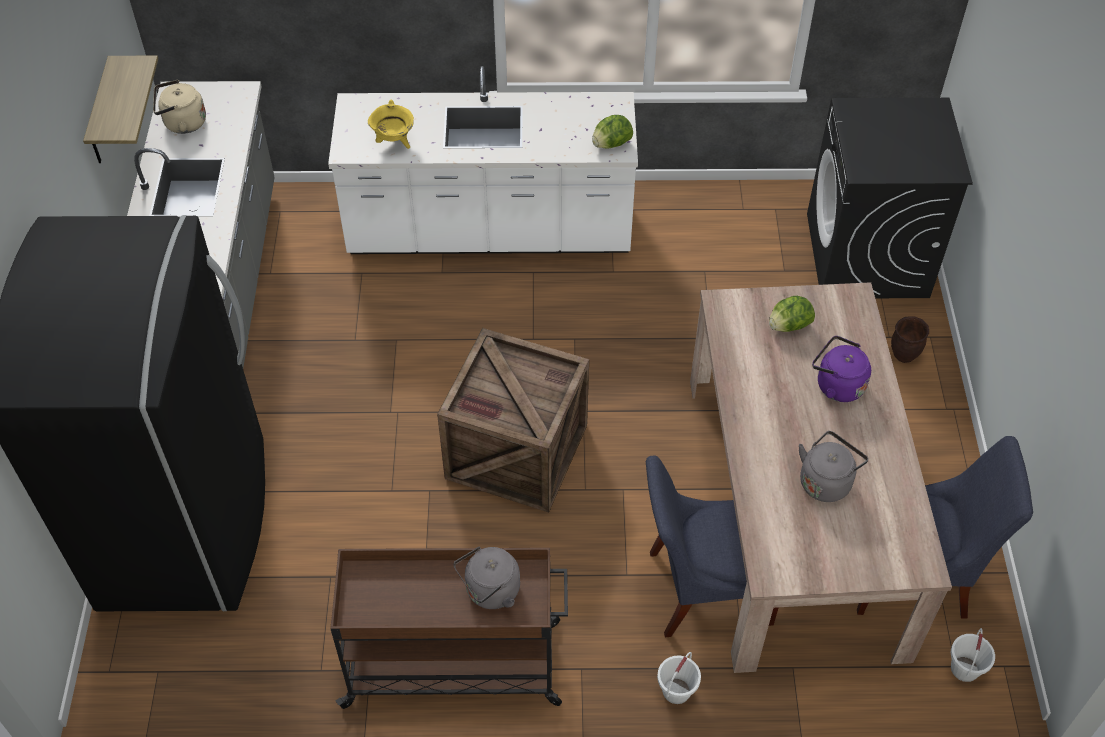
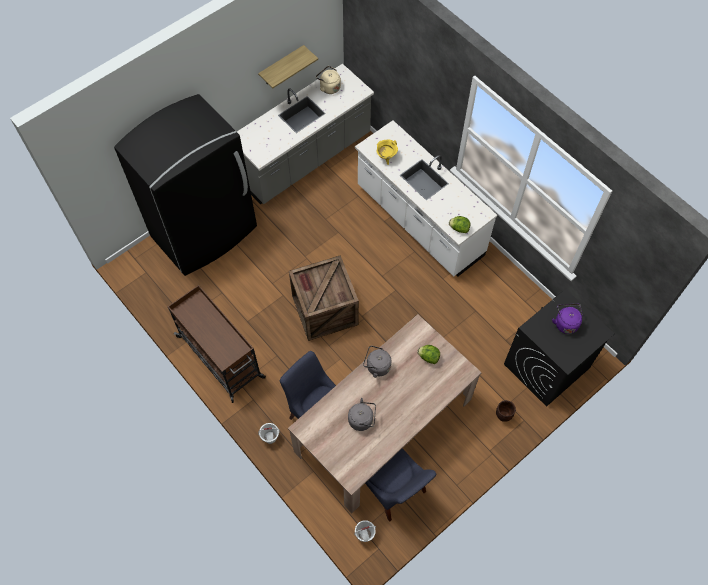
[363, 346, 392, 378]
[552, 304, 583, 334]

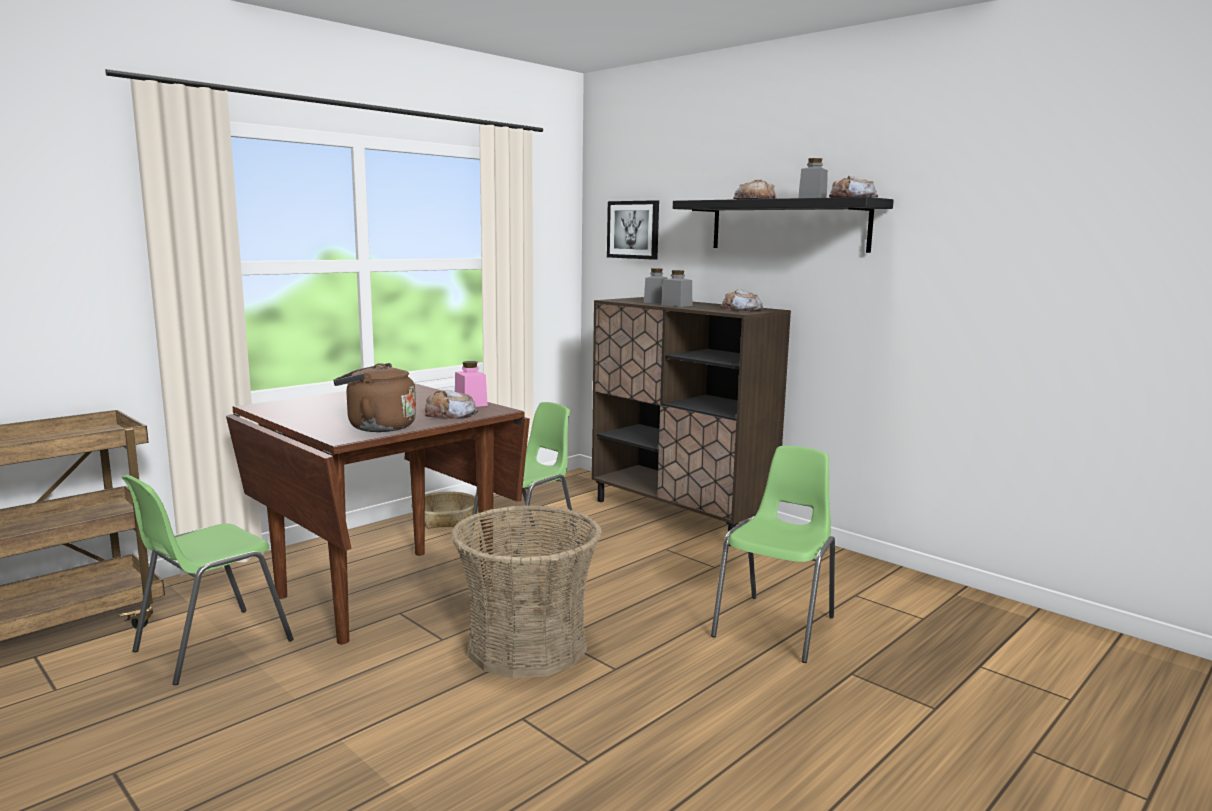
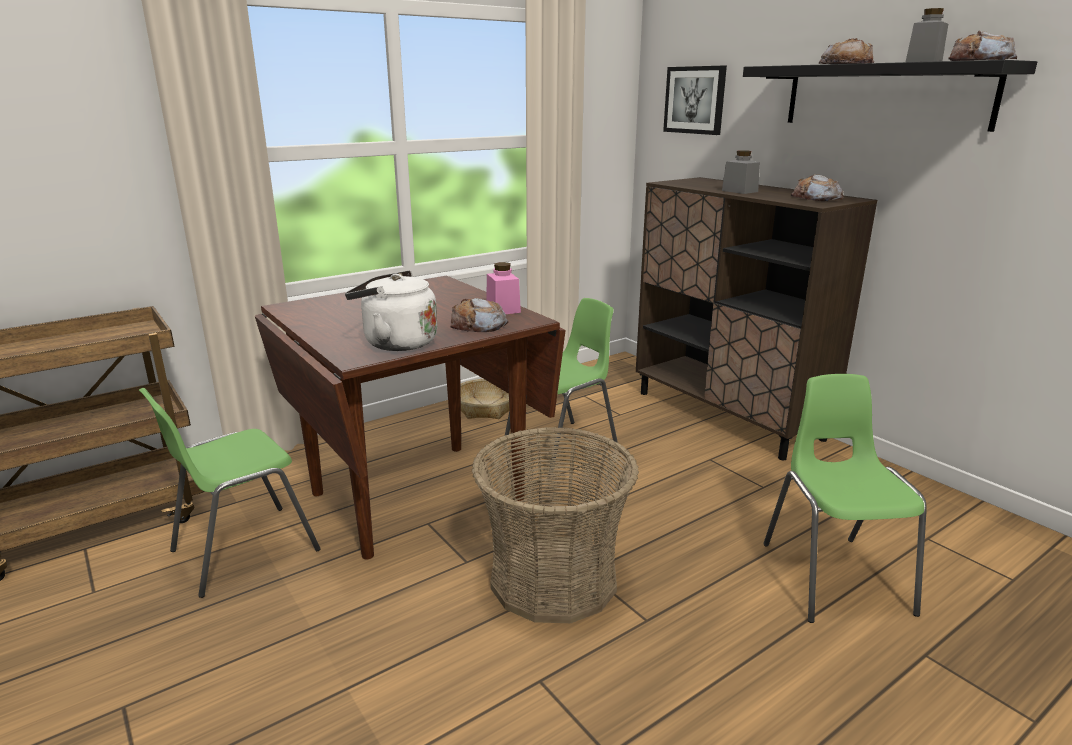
[345, 271, 438, 351]
[763, 374, 927, 623]
[644, 268, 668, 303] (first image)

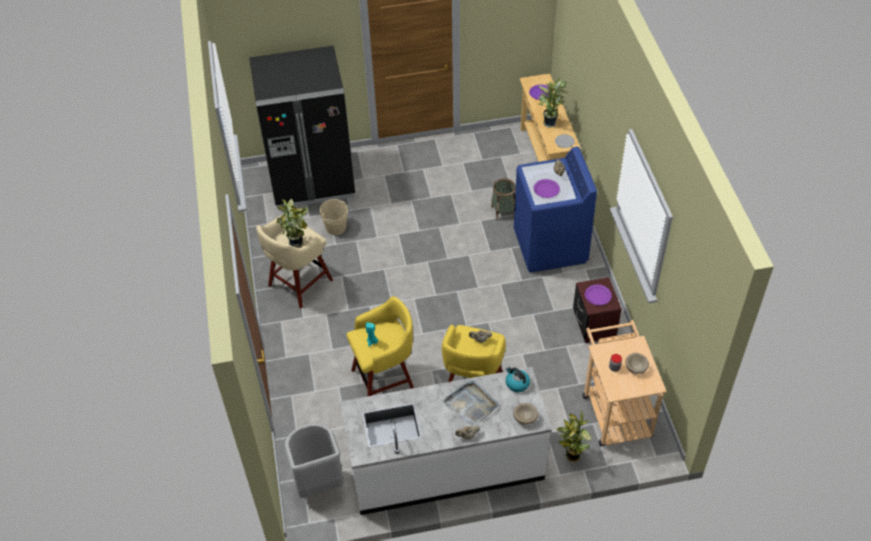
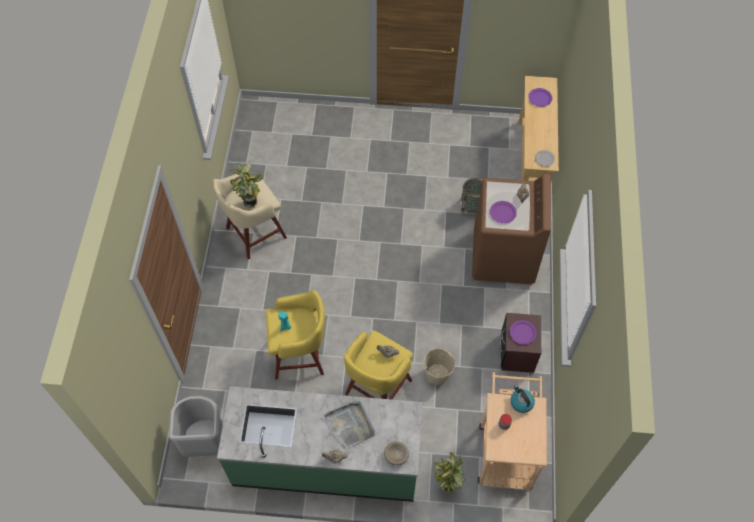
[217, 386, 423, 502]
[423, 348, 455, 385]
[472, 174, 551, 284]
[510, 385, 535, 413]
[249, 46, 355, 209] (first image)
[538, 78, 569, 127] (first image)
[625, 353, 649, 374] (first image)

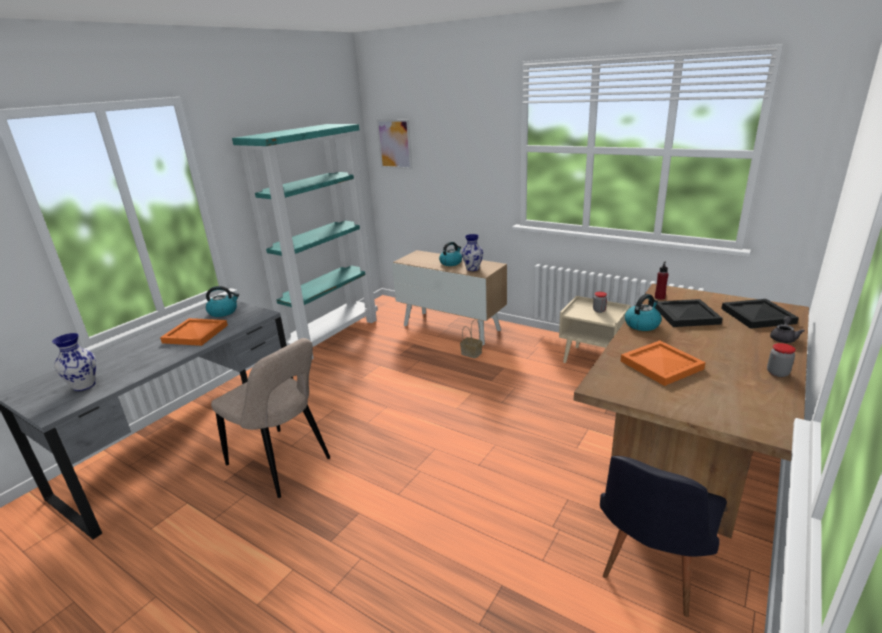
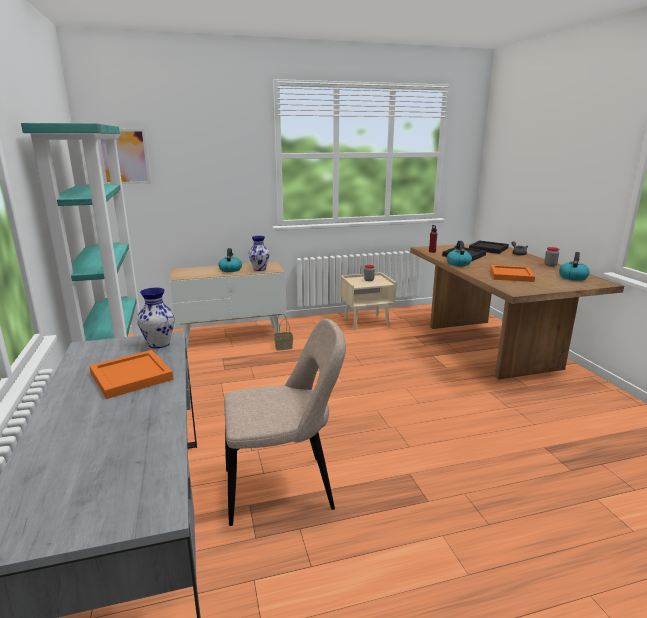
[137, 288, 175, 348]
[559, 252, 590, 281]
[600, 456, 727, 617] (first image)

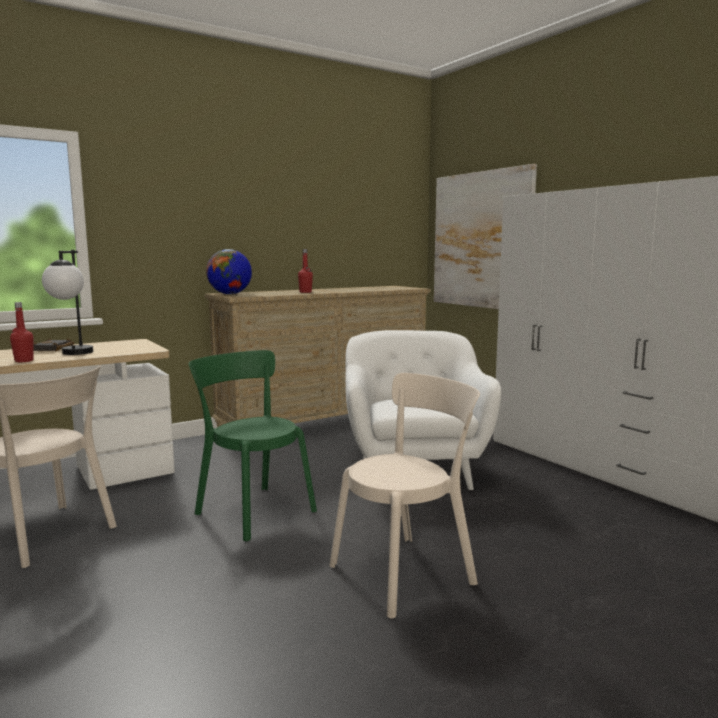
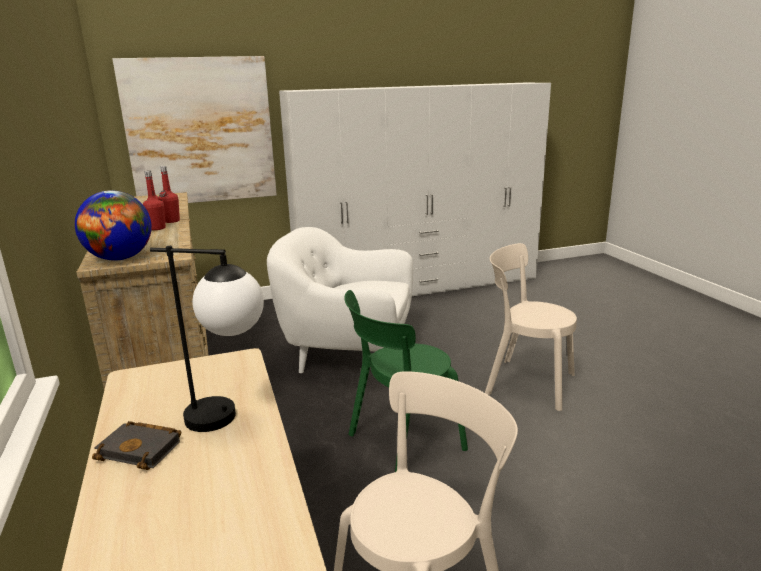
[159, 166, 180, 223]
[485, 243, 577, 411]

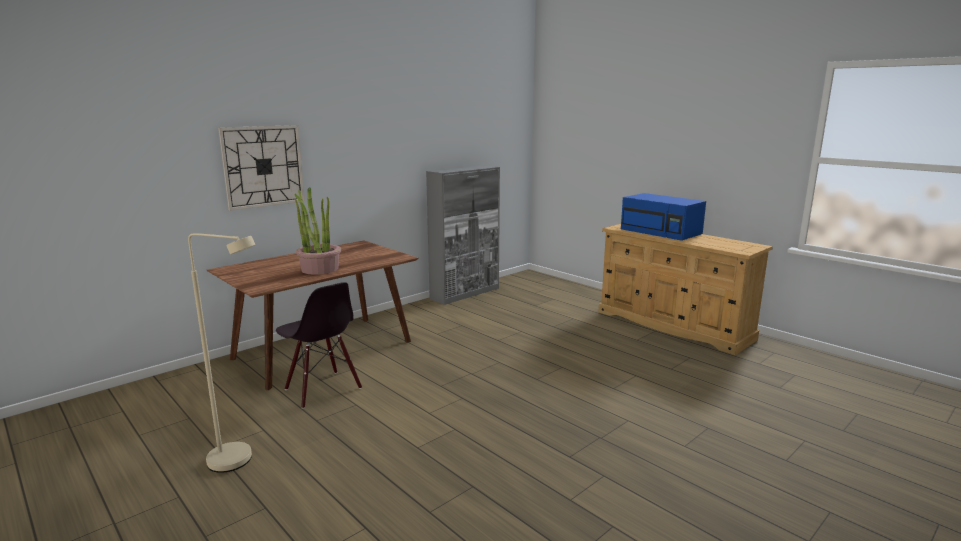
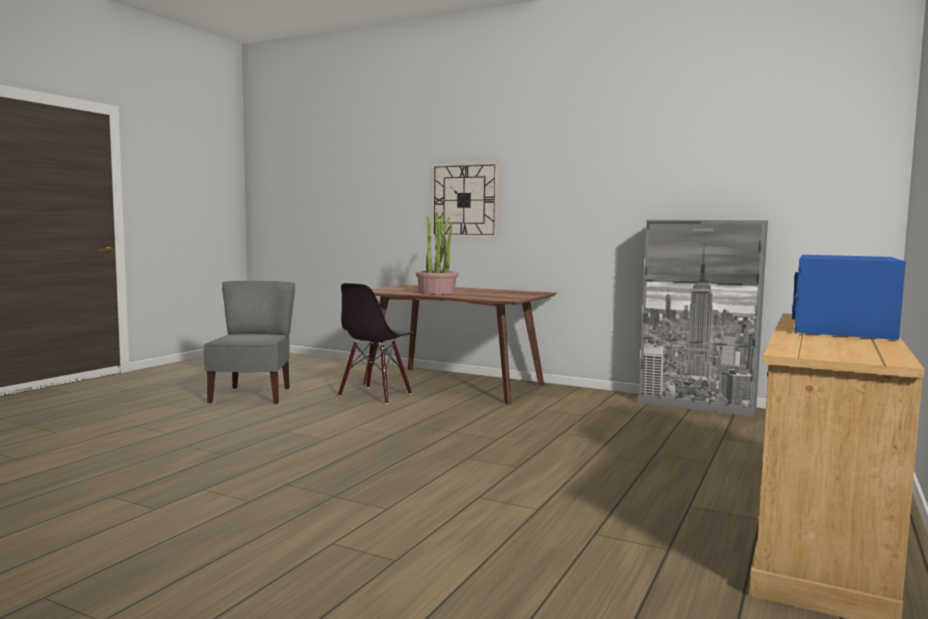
[204, 281, 295, 404]

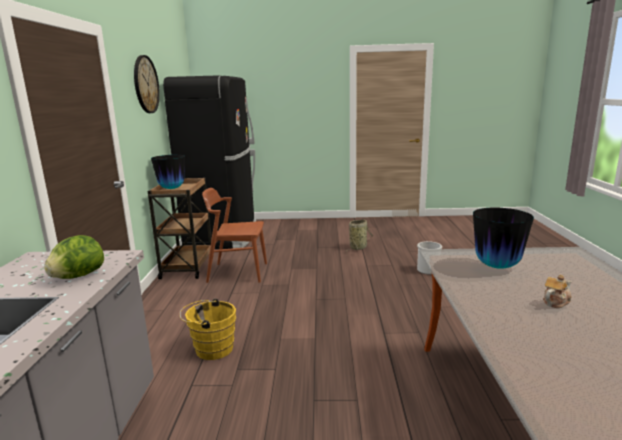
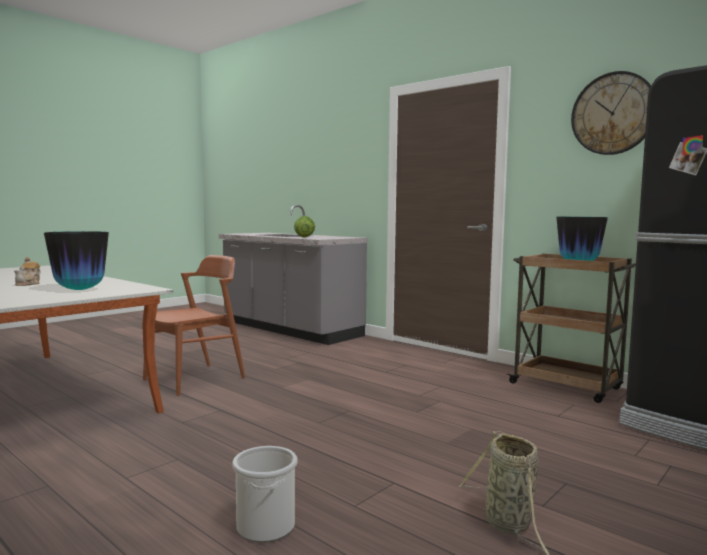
[143, 255, 245, 396]
[180, 298, 236, 360] (first image)

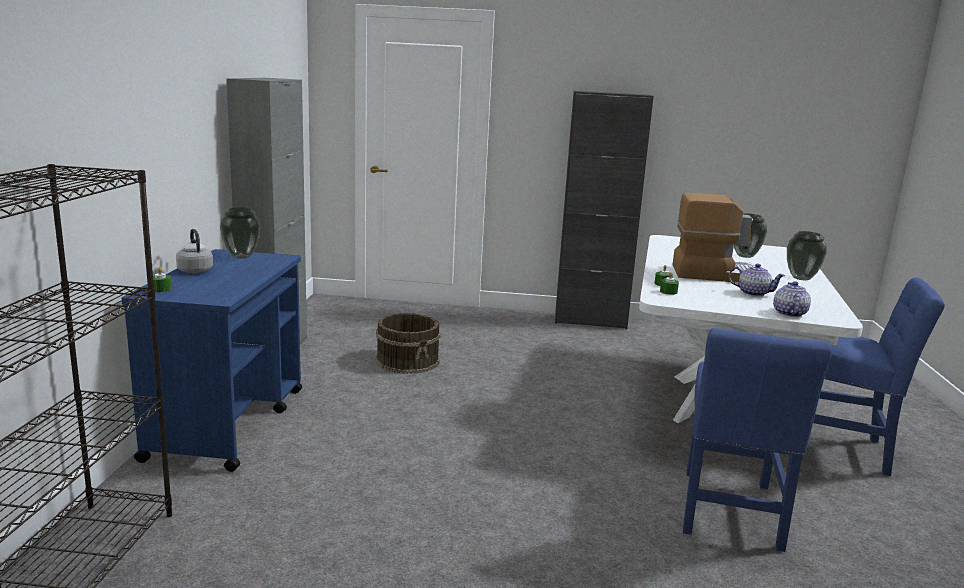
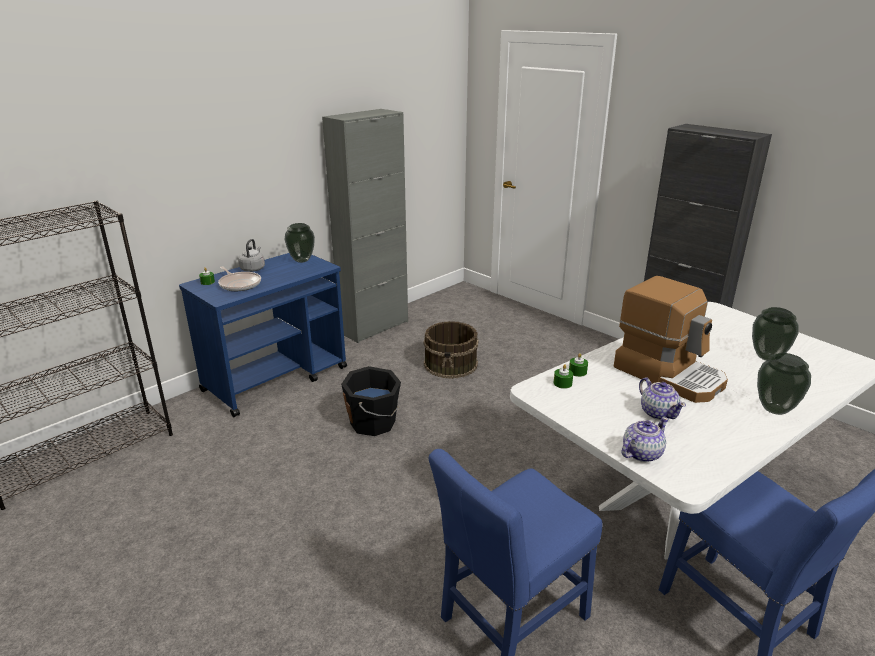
[218, 266, 261, 291]
[341, 366, 401, 436]

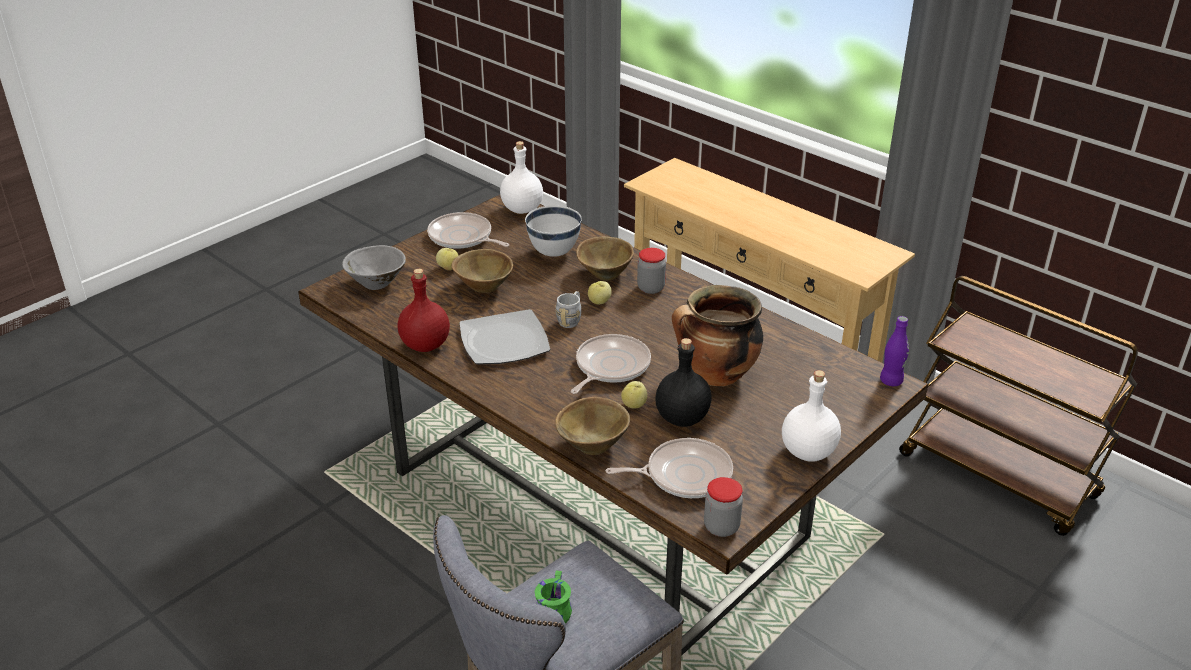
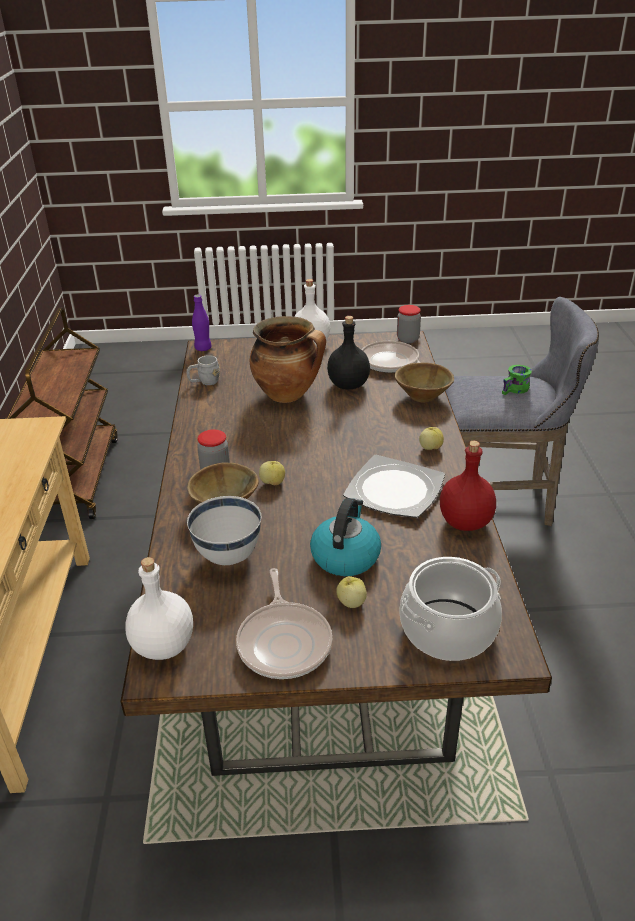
[186, 355, 220, 385]
[310, 498, 381, 576]
[400, 557, 502, 661]
[419, 427, 444, 450]
[571, 334, 651, 394] (first image)

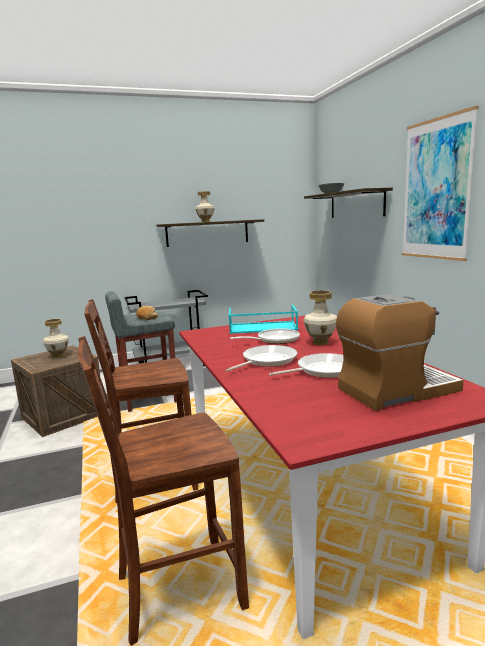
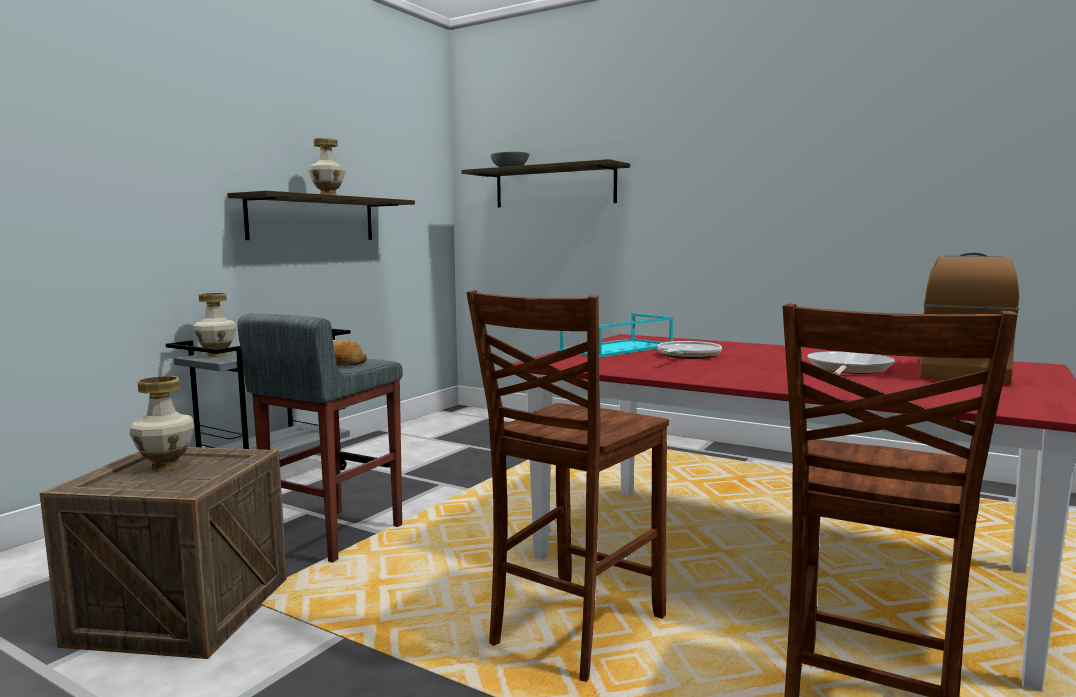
[193, 293, 237, 357]
[226, 345, 297, 371] (first image)
[402, 106, 479, 261] (first image)

